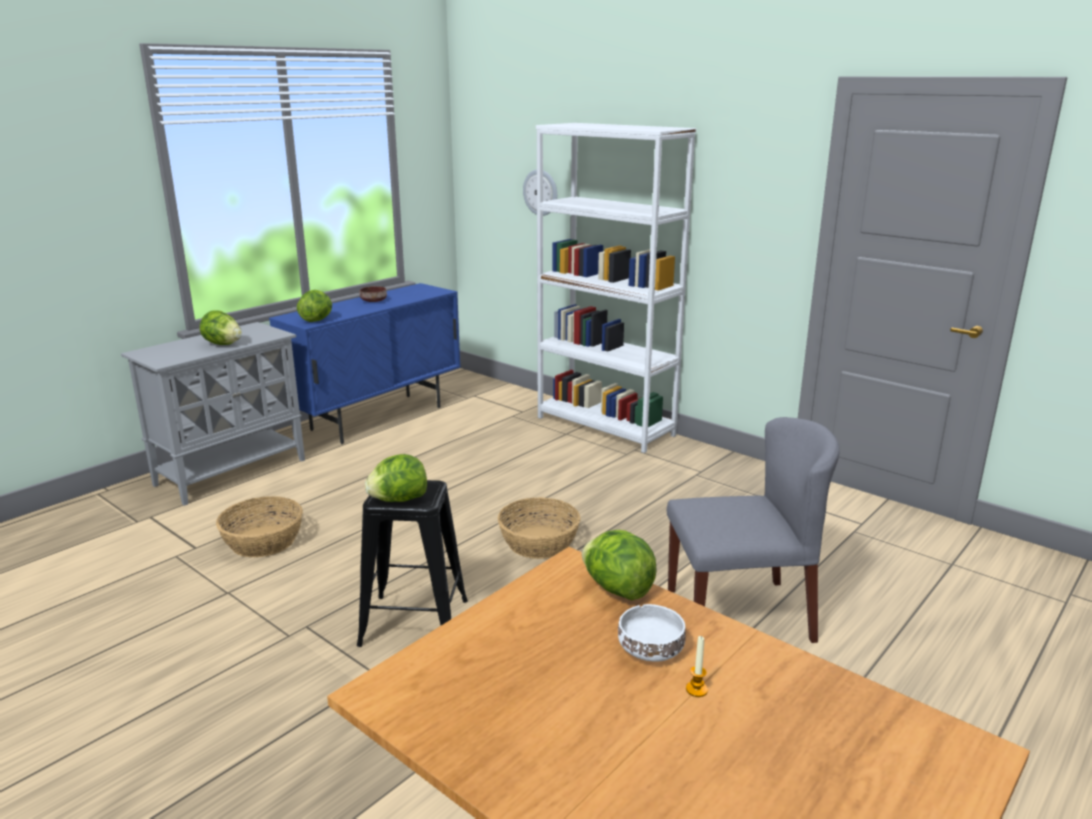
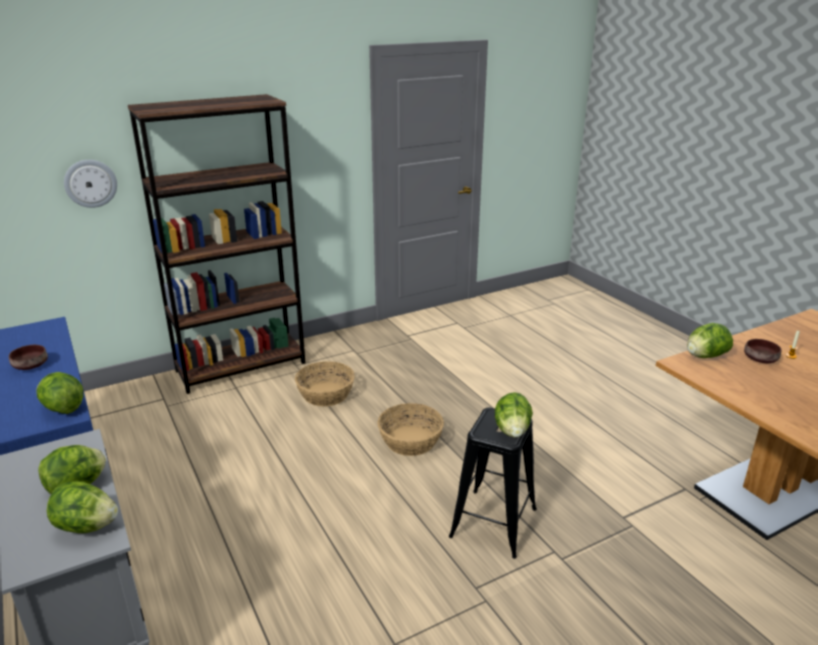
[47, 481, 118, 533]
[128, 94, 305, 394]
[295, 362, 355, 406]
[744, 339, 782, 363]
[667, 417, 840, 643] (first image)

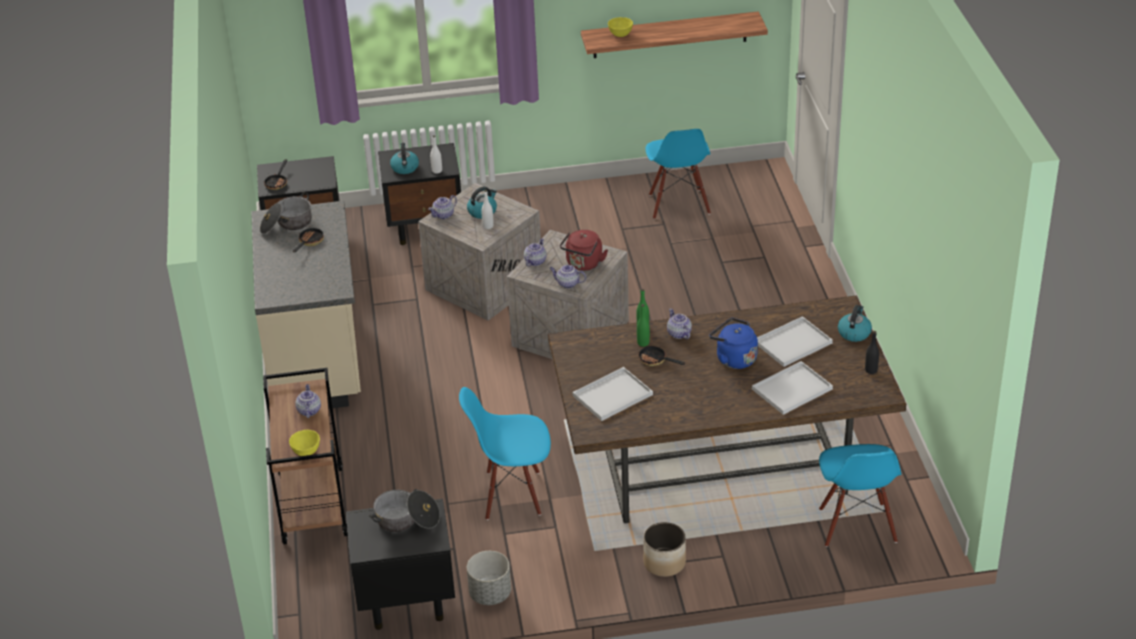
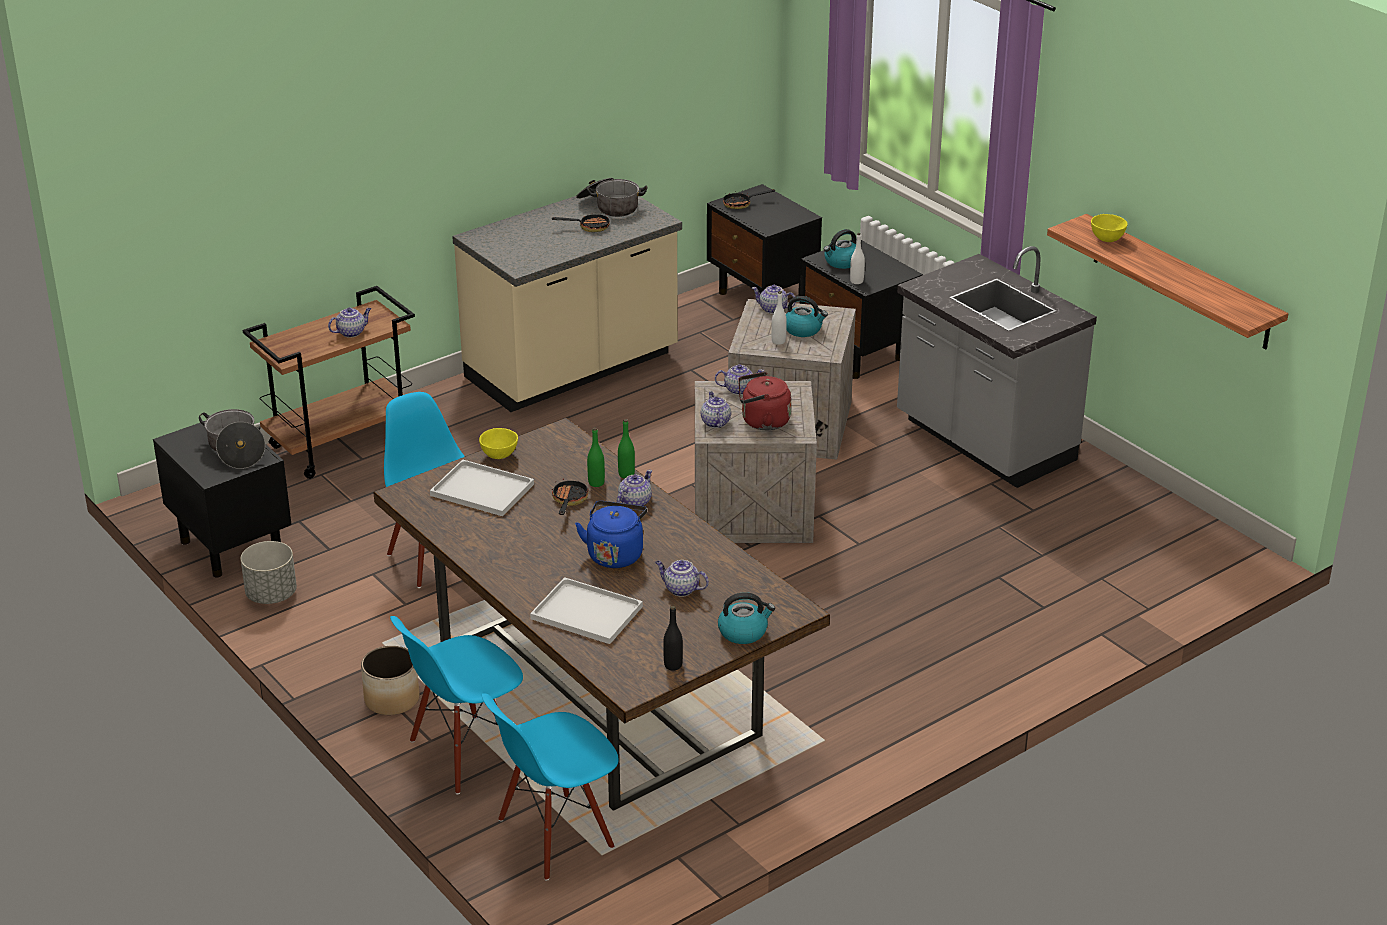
[390, 616, 523, 794]
[479, 428, 518, 459]
[655, 560, 709, 597]
[897, 246, 1097, 488]

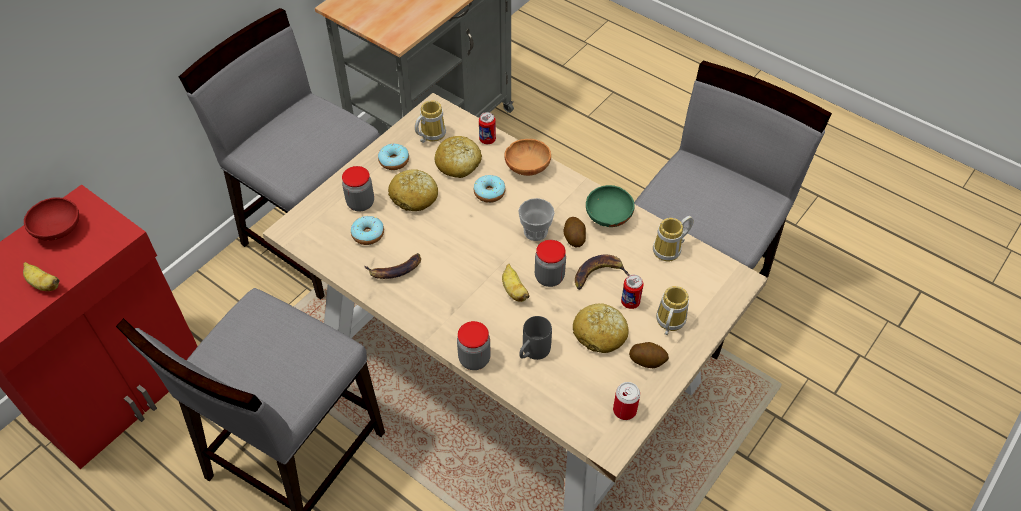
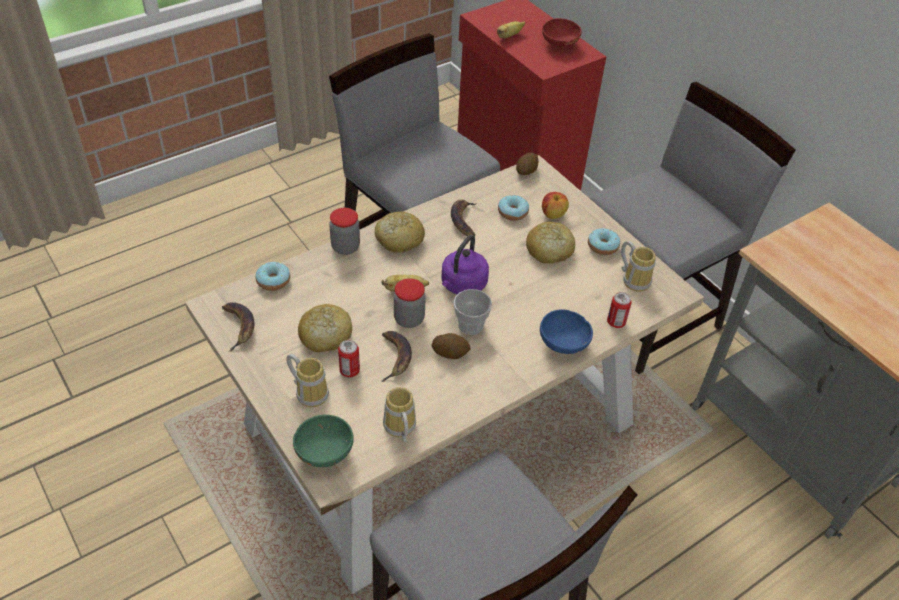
[222, 302, 254, 352]
[256, 262, 290, 291]
[293, 415, 354, 467]
[375, 212, 425, 253]
[441, 235, 489, 294]
[516, 152, 538, 175]
[540, 310, 593, 354]
[542, 192, 569, 219]
[519, 316, 552, 360] (first image)

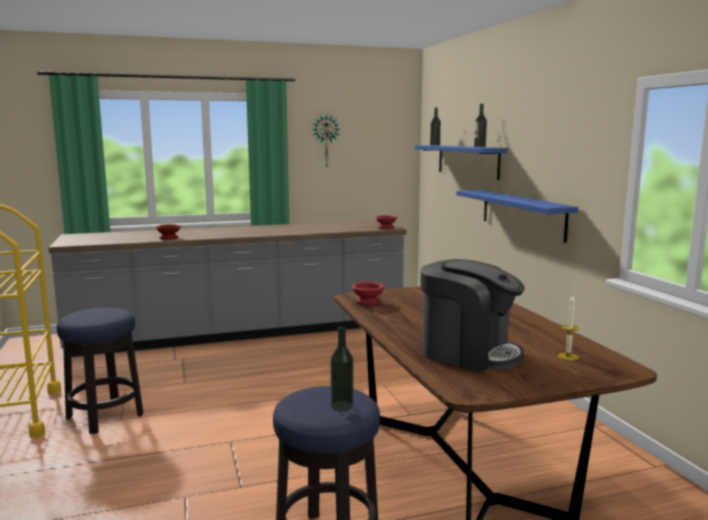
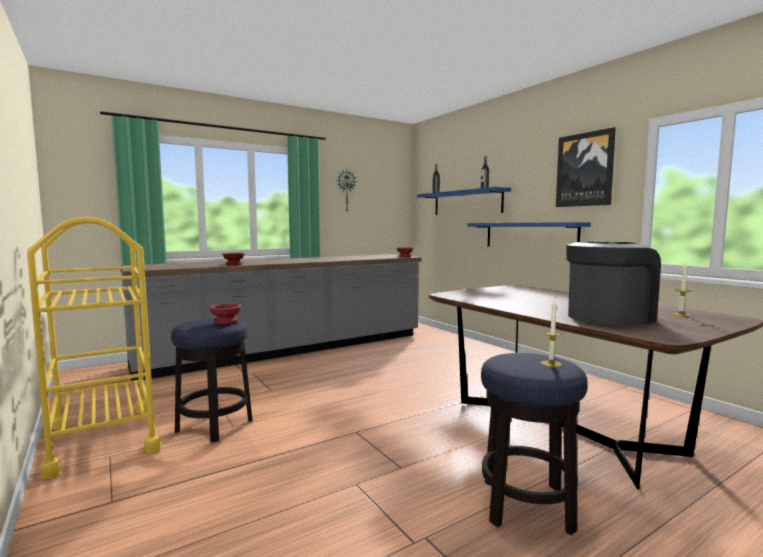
[209, 303, 242, 325]
[541, 299, 562, 367]
[556, 127, 616, 207]
[567, 241, 661, 326]

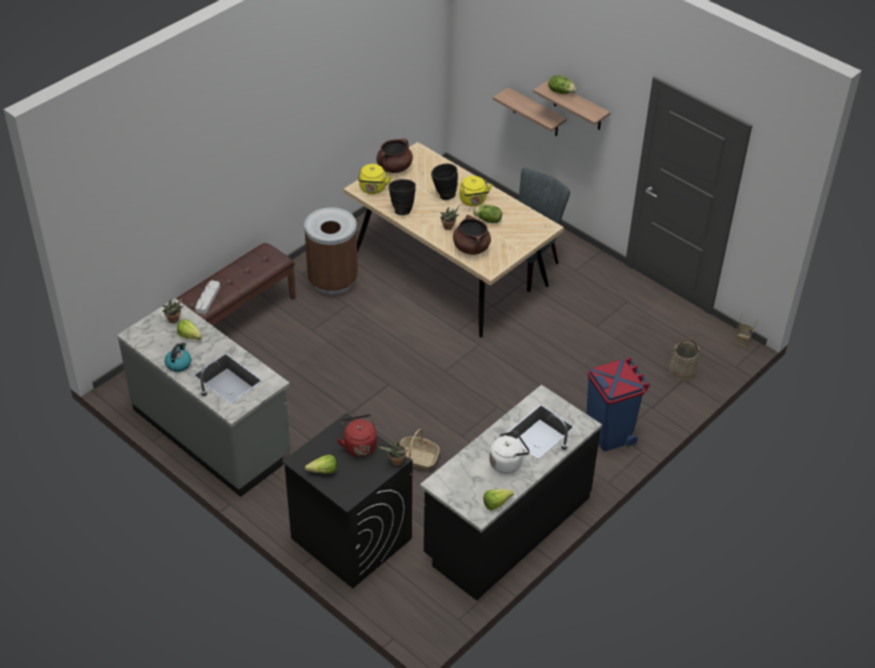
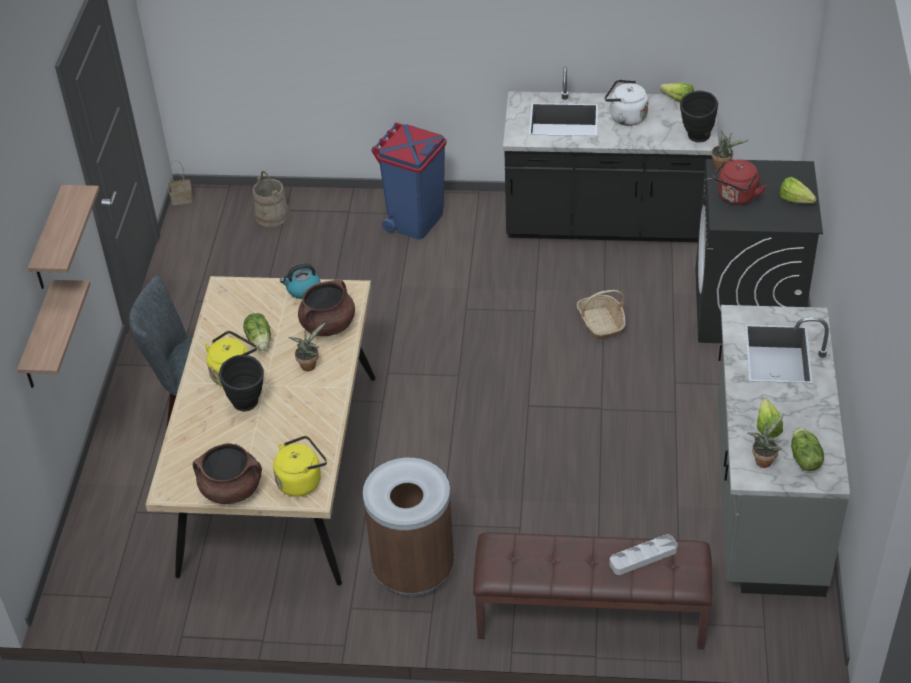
[280, 263, 320, 299]
[680, 90, 718, 143]
[791, 428, 824, 471]

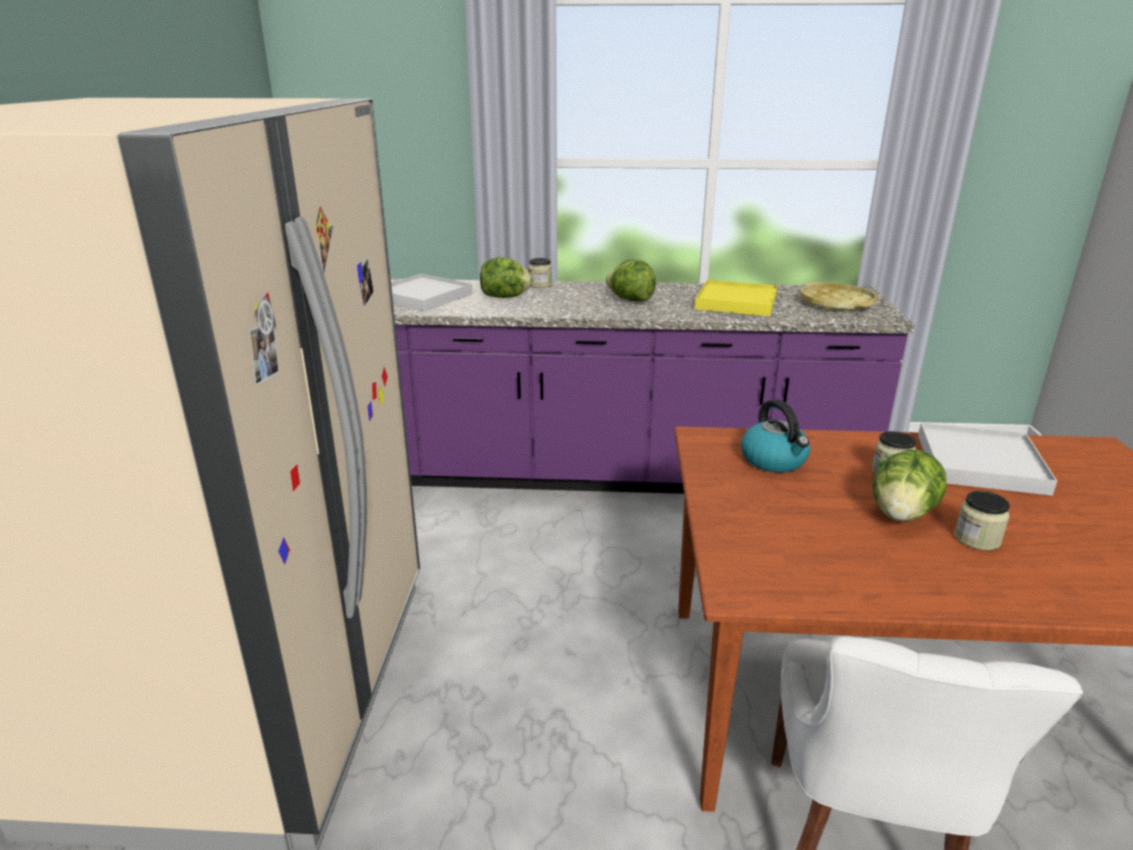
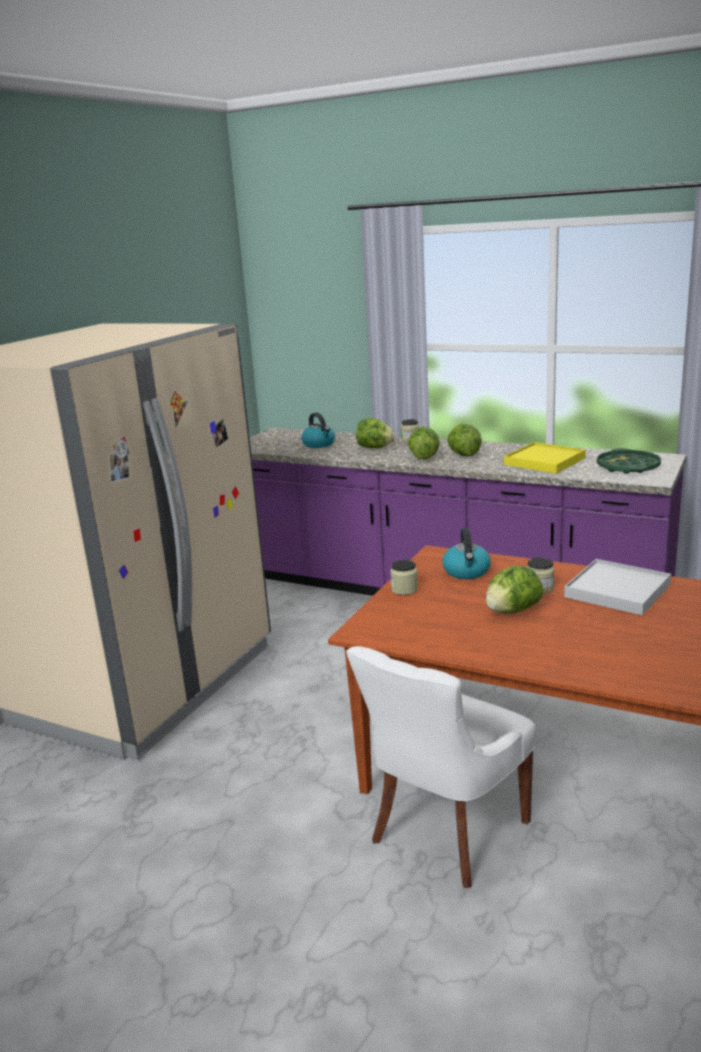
[301, 412, 335, 448]
[390, 559, 418, 595]
[408, 426, 440, 460]
[597, 448, 661, 474]

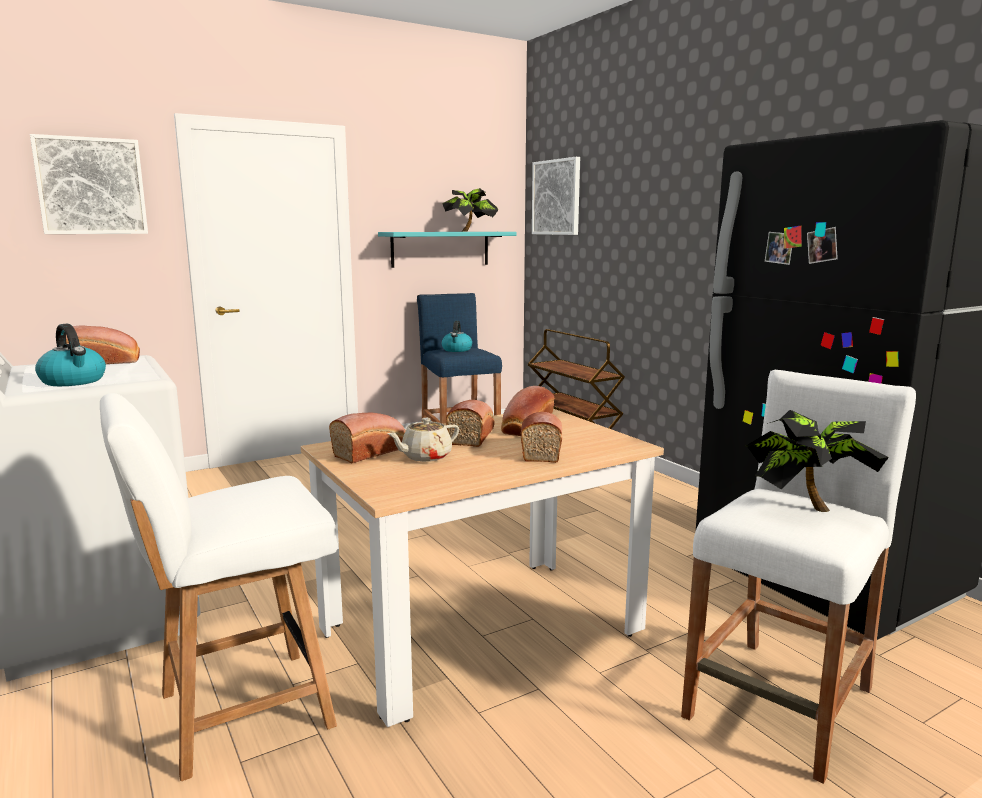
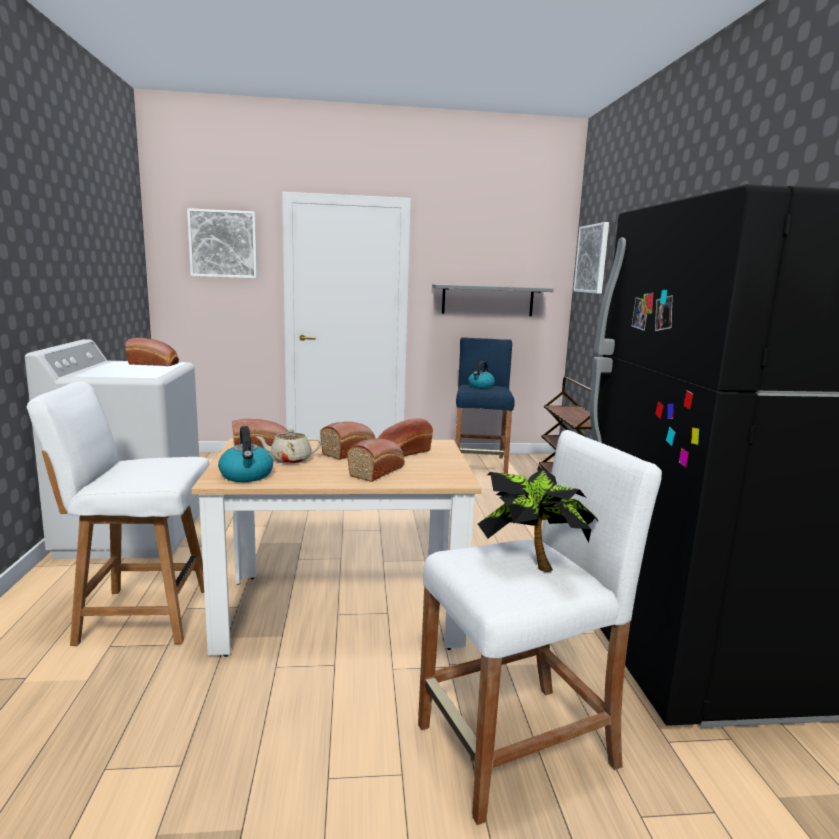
[218, 426, 273, 482]
[432, 284, 554, 316]
[442, 188, 498, 232] (first image)

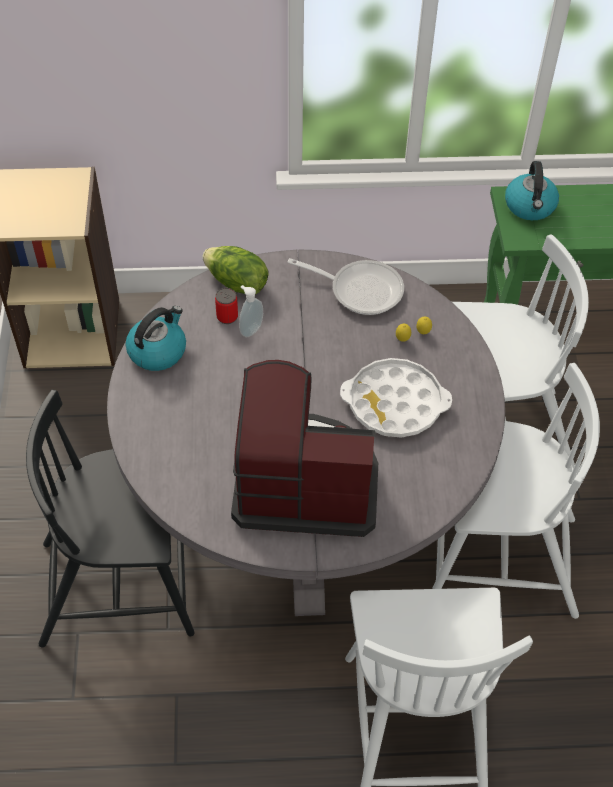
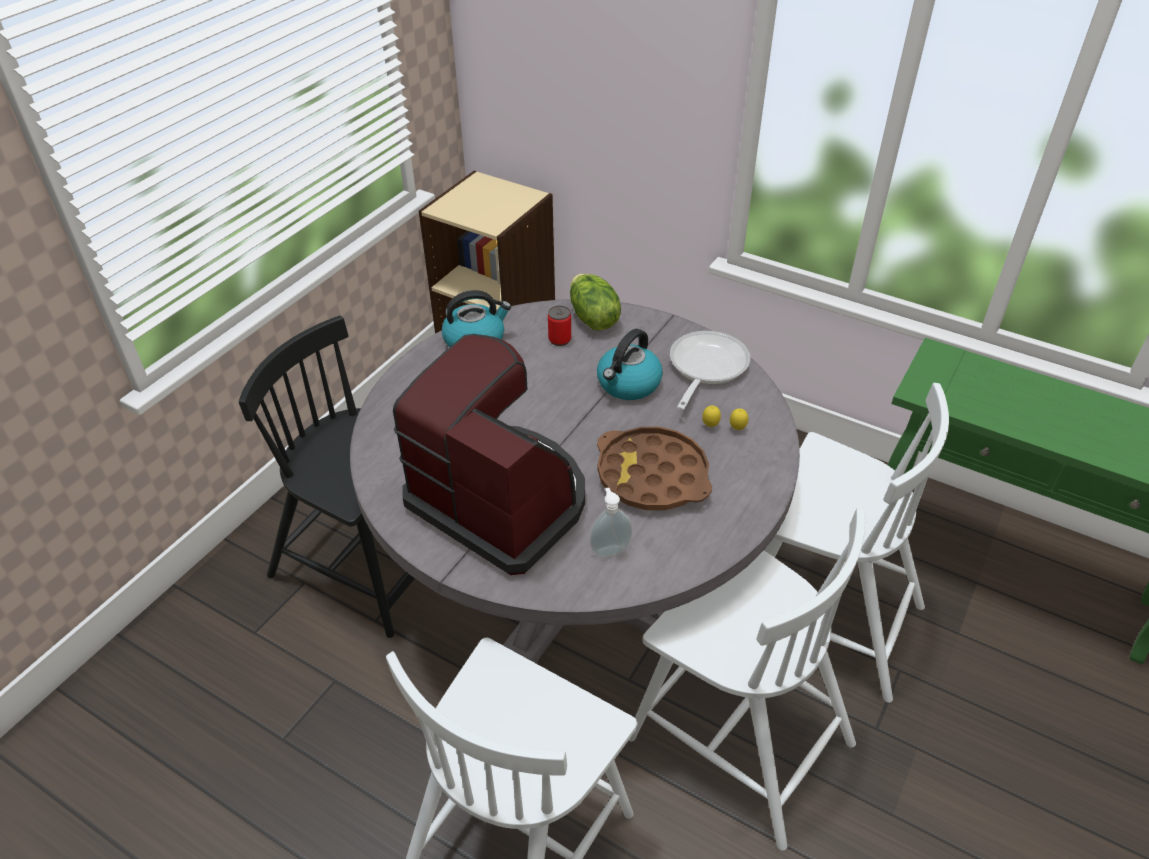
[590, 487, 633, 557]
[597, 329, 663, 400]
[597, 427, 712, 510]
[670, 331, 750, 410]

